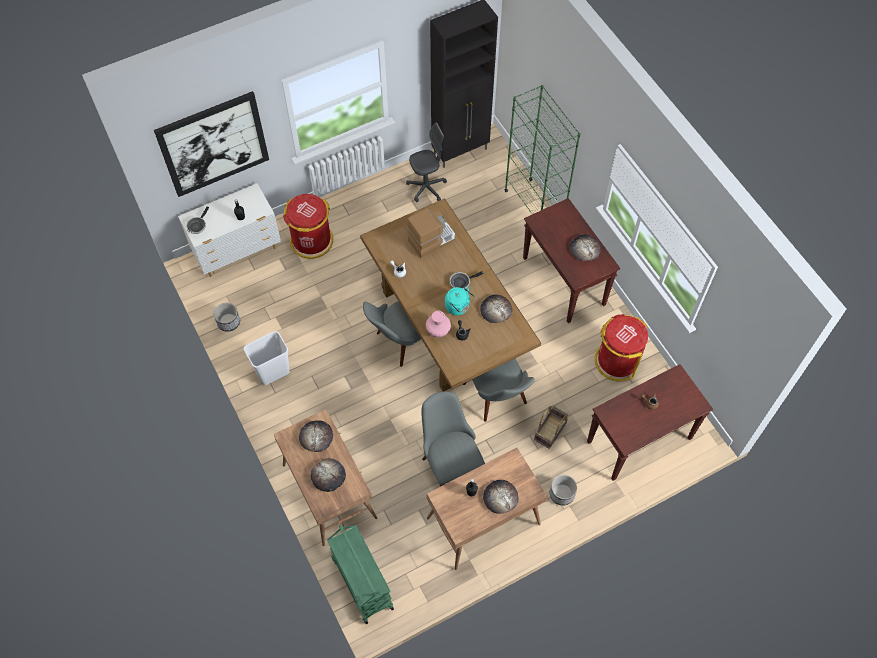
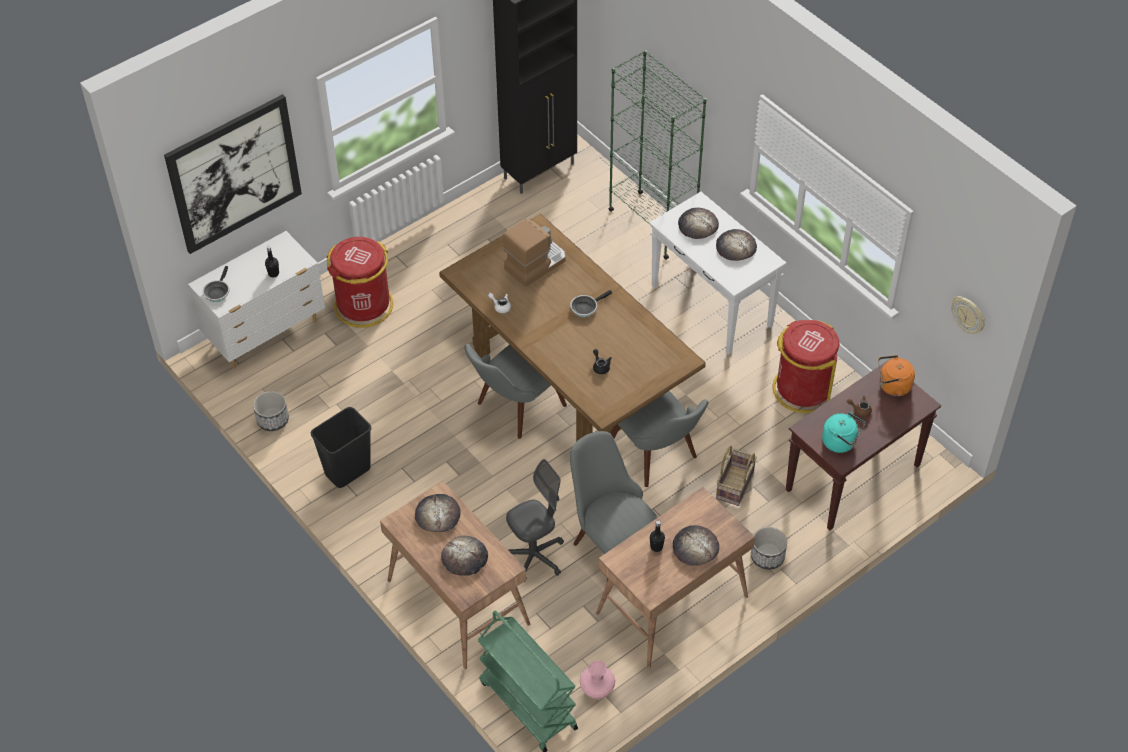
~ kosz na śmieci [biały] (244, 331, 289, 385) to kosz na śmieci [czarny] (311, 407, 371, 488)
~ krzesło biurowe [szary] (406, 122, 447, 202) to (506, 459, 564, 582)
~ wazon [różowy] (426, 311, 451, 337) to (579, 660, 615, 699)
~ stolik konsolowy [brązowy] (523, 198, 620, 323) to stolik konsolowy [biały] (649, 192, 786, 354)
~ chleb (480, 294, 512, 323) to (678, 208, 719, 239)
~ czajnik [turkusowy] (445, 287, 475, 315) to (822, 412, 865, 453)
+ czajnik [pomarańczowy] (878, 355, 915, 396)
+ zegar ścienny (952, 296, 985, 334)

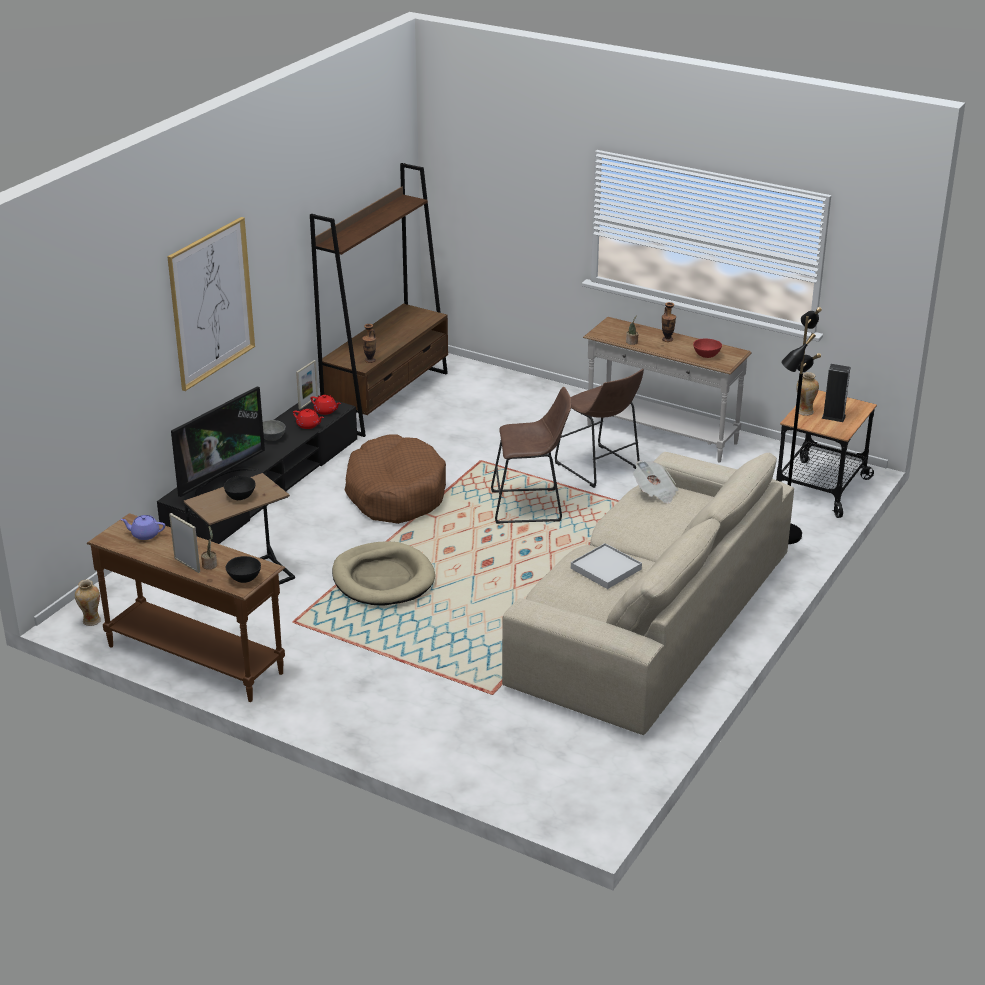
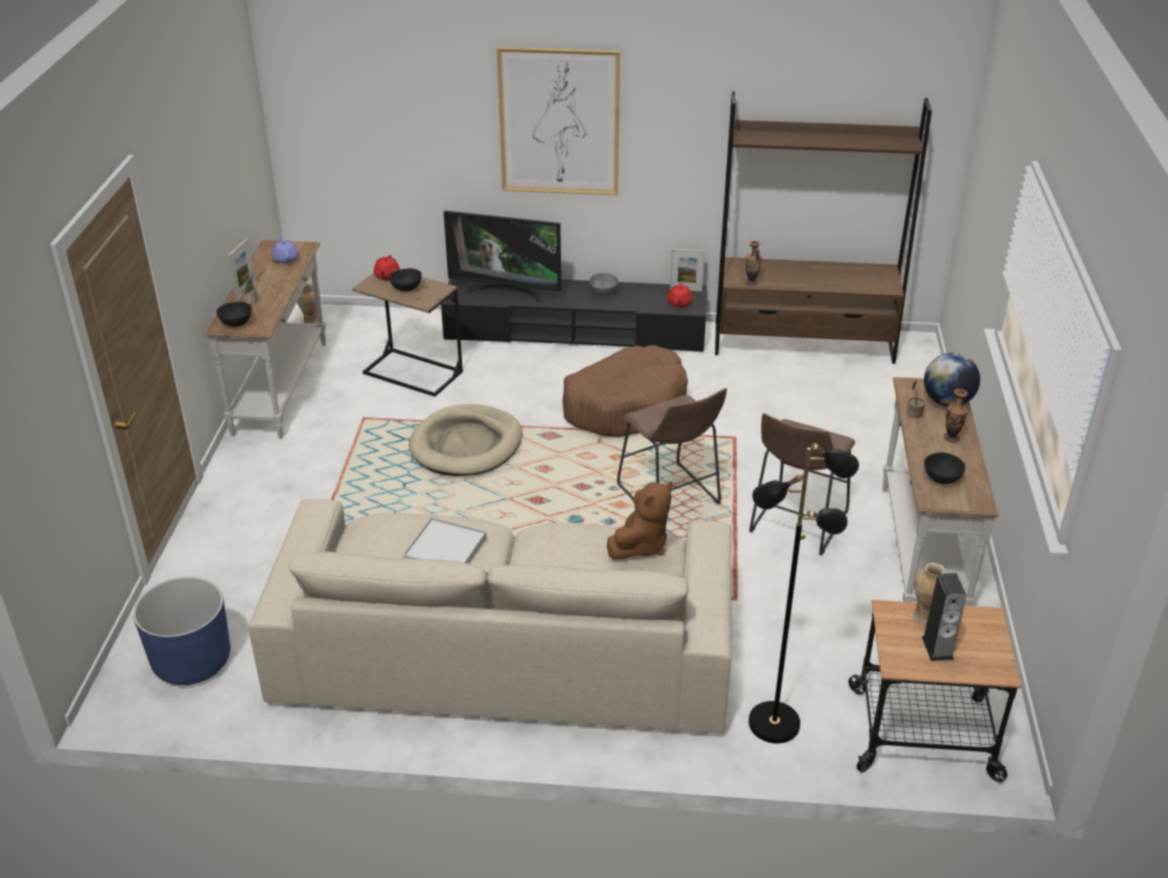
+ donica [niebieski] (133, 576, 230, 685)
~ stolik konsolowy [brązowy] (87, 513, 285, 702) to stolik konsolowy [biały] (205, 240, 326, 439)
~ imbryk [czerwony] (293, 409, 324, 429) to (374, 255, 400, 280)
~ gazeta (633, 461, 679, 504) to pluszak [brązowy] (607, 481, 672, 560)
+ globus (924, 353, 980, 407)
~ miska [czerwony] (693, 339, 722, 358) to miska [czarny] (924, 452, 965, 484)

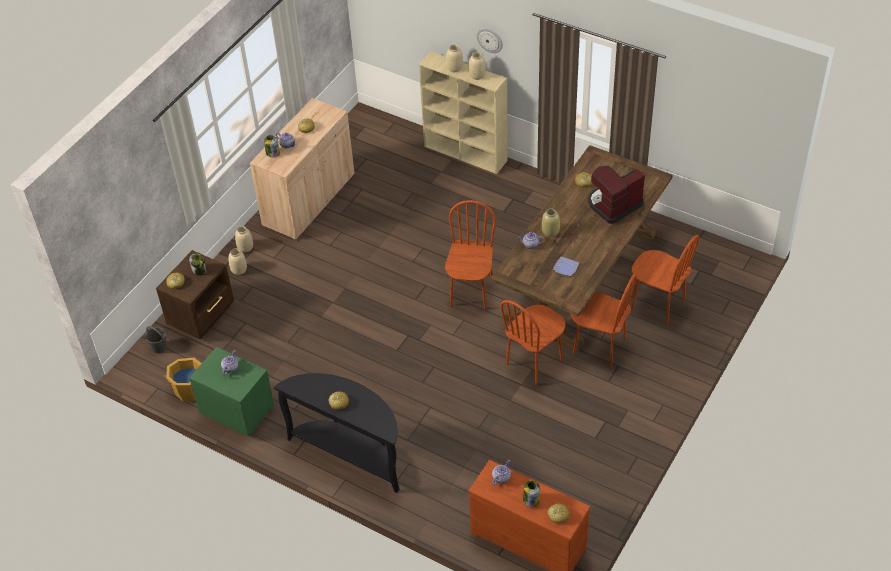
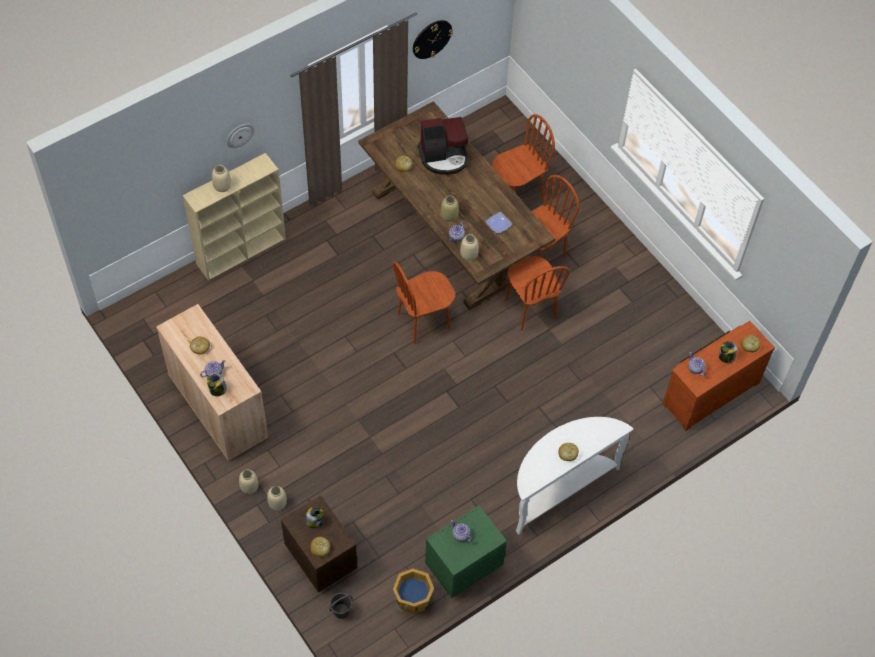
~ krzesło [brązowy] (445, 200, 496, 310) = (393, 261, 455, 344) 60 degrees counterclockwise
+ zegar ścienny (413, 20, 453, 59)
~ ekspres do kawy (588, 166, 645, 224) = (418, 117, 468, 175) 90 degrees counterclockwise
~ wazon [beżowy] (469, 52, 486, 80) to (460, 234, 479, 261)
~ stolik konsolowy [czarny] (274, 373, 399, 493) to stolik konsolowy [biały] (516, 417, 634, 535)

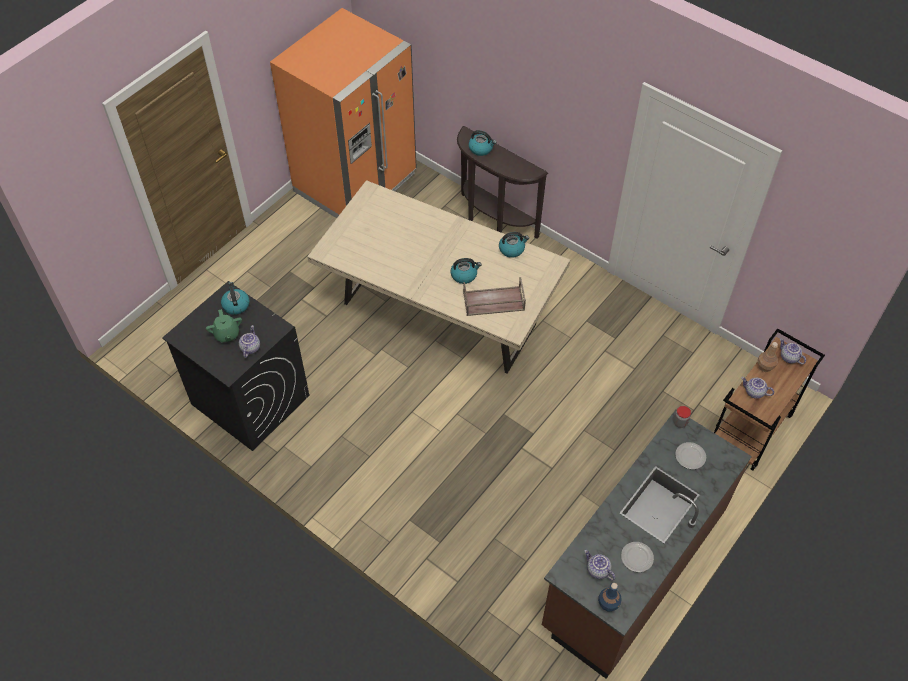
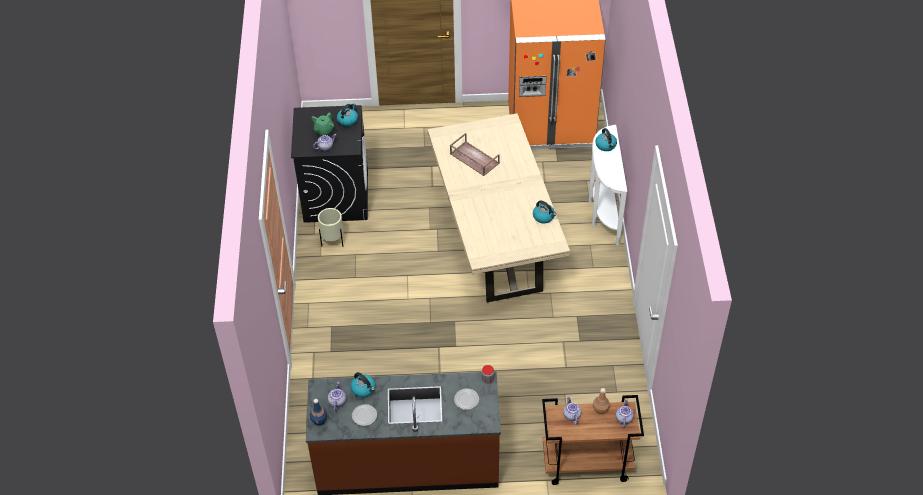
+ donica [beżowy] (318, 208, 344, 247)
~ czajnik (451, 258, 481, 284) to (350, 372, 376, 398)
~ taca [brązowy] (463, 277, 526, 316) to (450, 133, 500, 176)
~ stolik konsolowy [brązowy] (457, 126, 548, 238) to stolik konsolowy [biały] (588, 125, 627, 245)

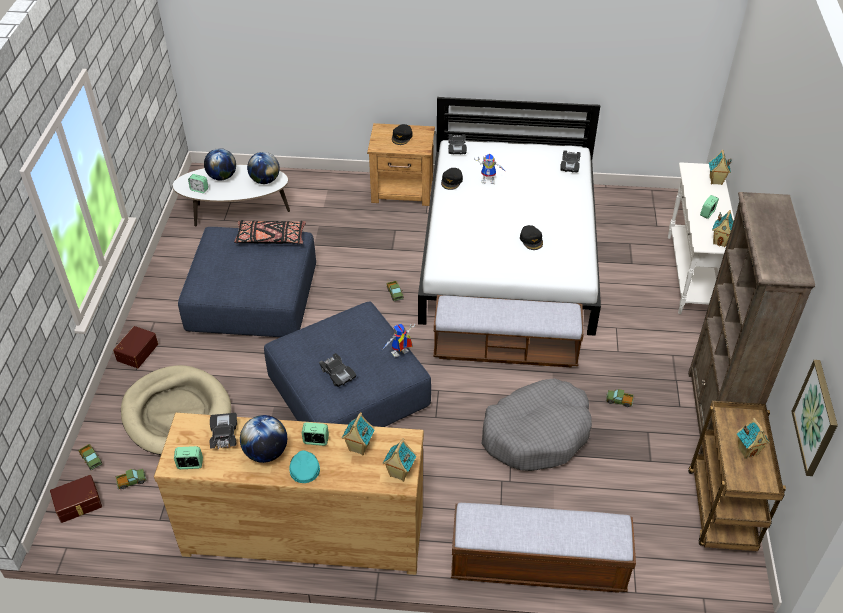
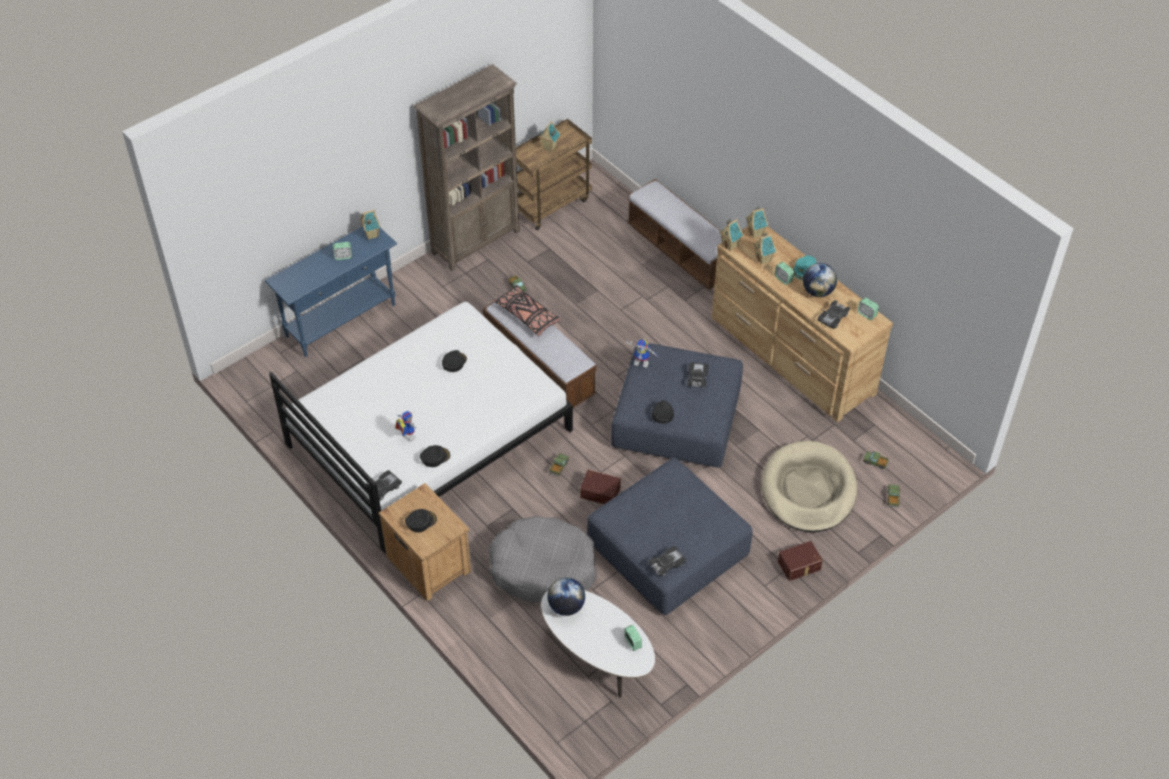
~ stolik konsolowy [biały] (668, 162, 734, 314) to stolik konsolowy [niebieski] (264, 226, 397, 357)
~ legowisko [szary] (482, 378, 592, 471) to (488, 516, 597, 602)
~ poduszka [czarny] (234, 220, 306, 244) to (493, 285, 561, 336)
~ pojemnik do przechowywania [brązowy] (50, 475, 102, 523) to (580, 469, 621, 504)
~ samochodzik [czarny] (560, 150, 581, 173) to (647, 546, 687, 576)
+ czapka z daszkiem [czarny] (652, 400, 674, 424)
~ domek (709, 149, 732, 185) to (719, 218, 744, 251)
- globus (204, 148, 236, 181)
- obraz (791, 360, 838, 476)

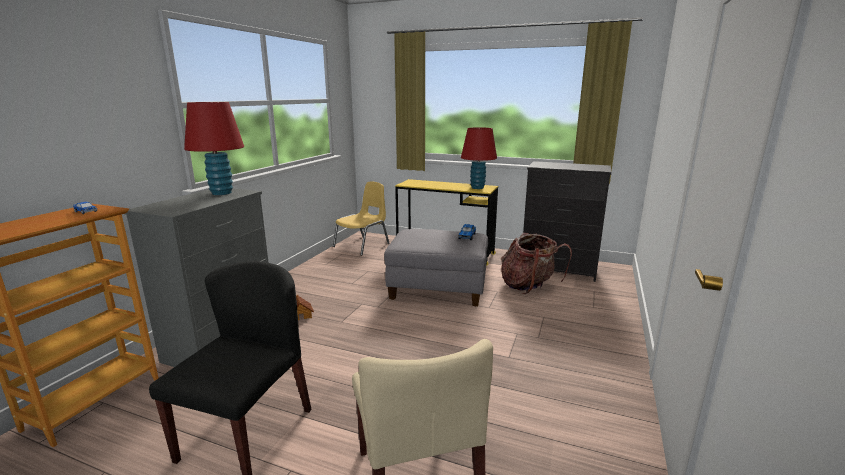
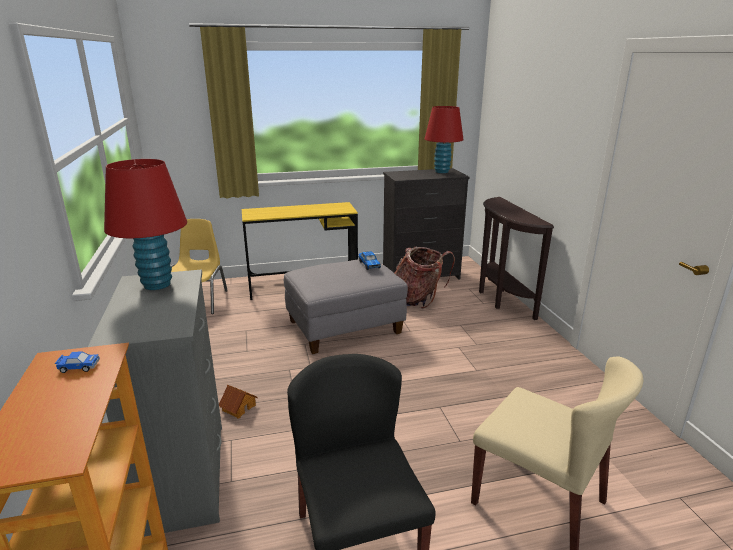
~ lampa stołowa [czerwony] (461, 127, 497, 189) to (425, 106, 464, 173)
+ stolik konsolowy [brązowy] (479, 197, 554, 320)

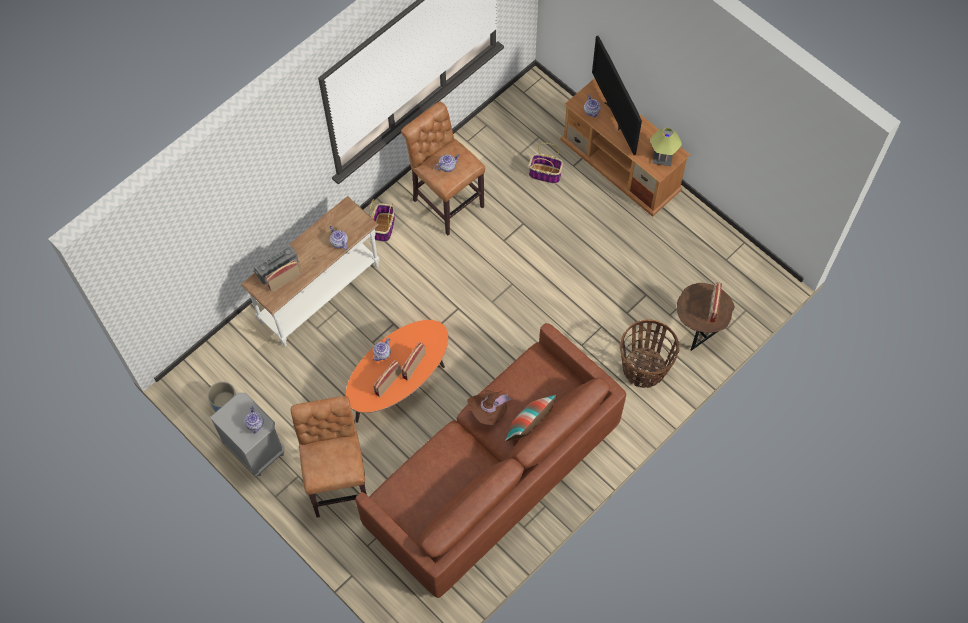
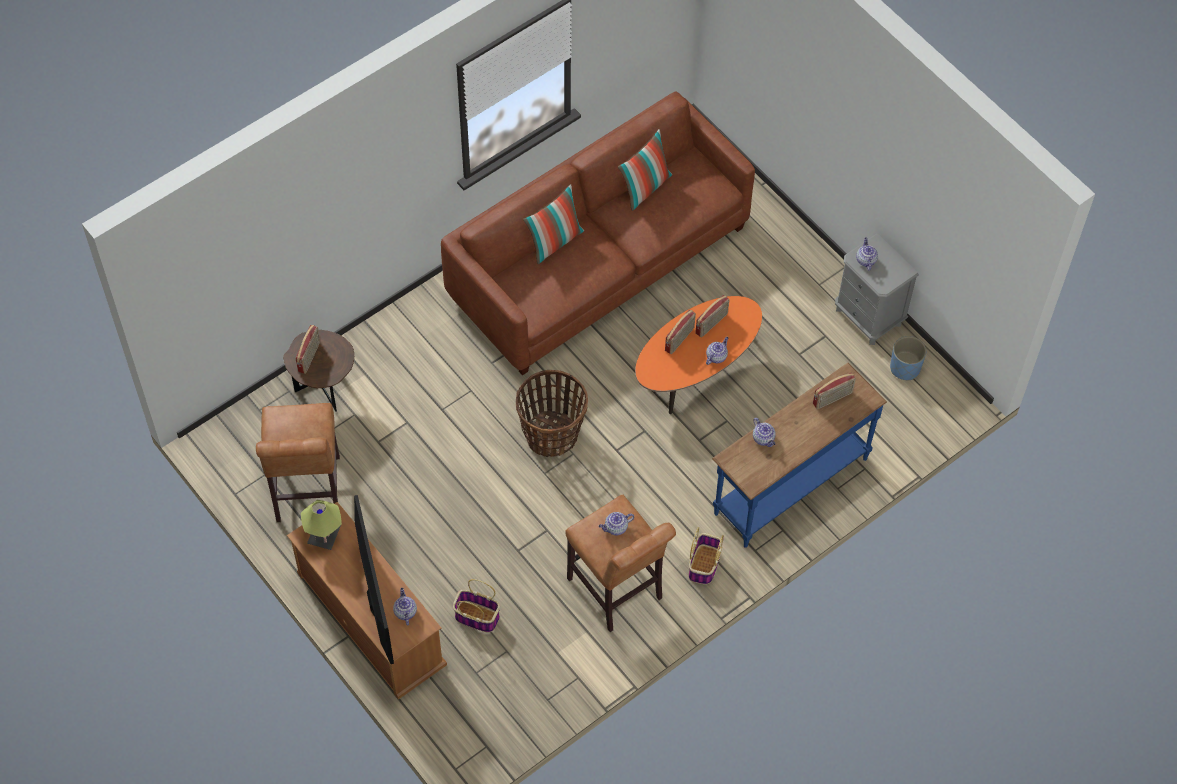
~ stołek [brązowy] (291, 396, 367, 518) to (256, 403, 340, 522)
~ koszyk (620, 319, 679, 388) to (516, 370, 588, 457)
+ poduszka (618, 129, 672, 211)
~ stolik konsolowy [biały] (241, 196, 380, 347) to stolik konsolowy [niebieski] (712, 363, 887, 548)
- radio (253, 245, 299, 284)
- kapelusz [brązowy] (467, 390, 511, 425)

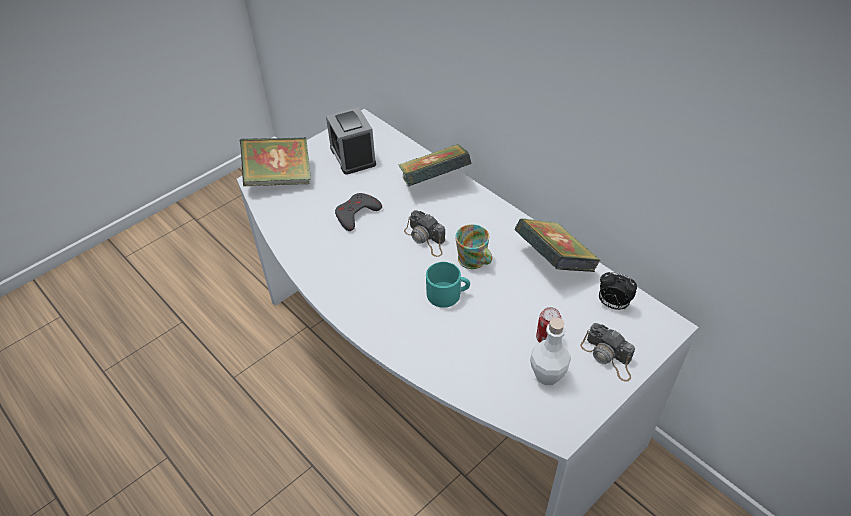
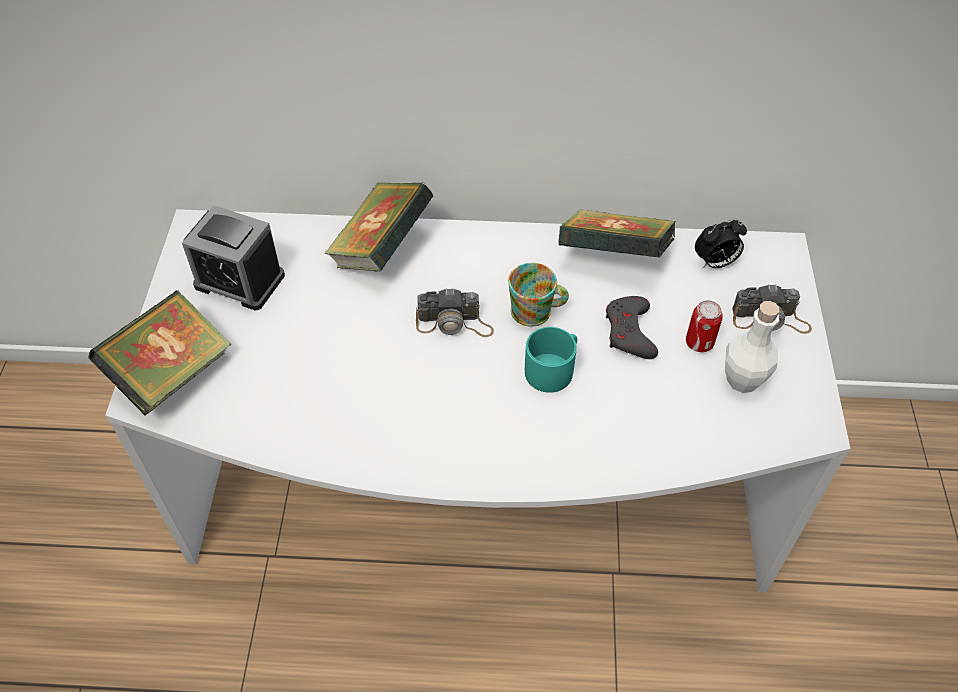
~ pad do gier [szary] (335, 193, 382, 231) to (606, 296, 658, 359)

